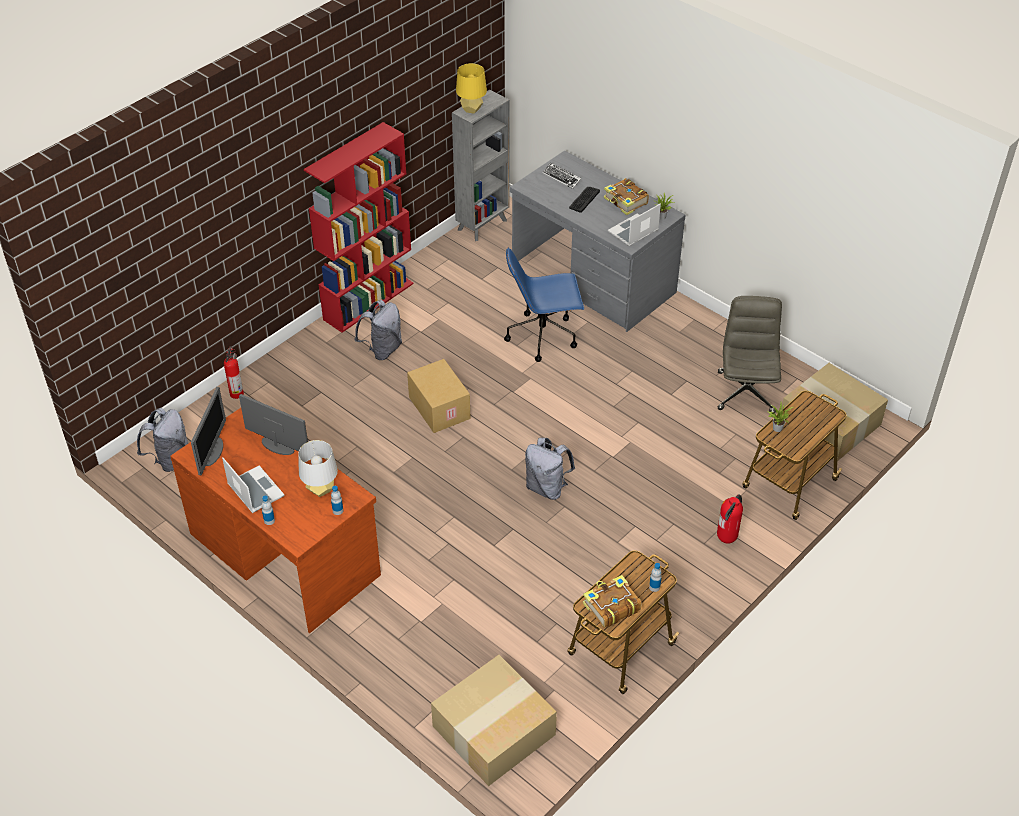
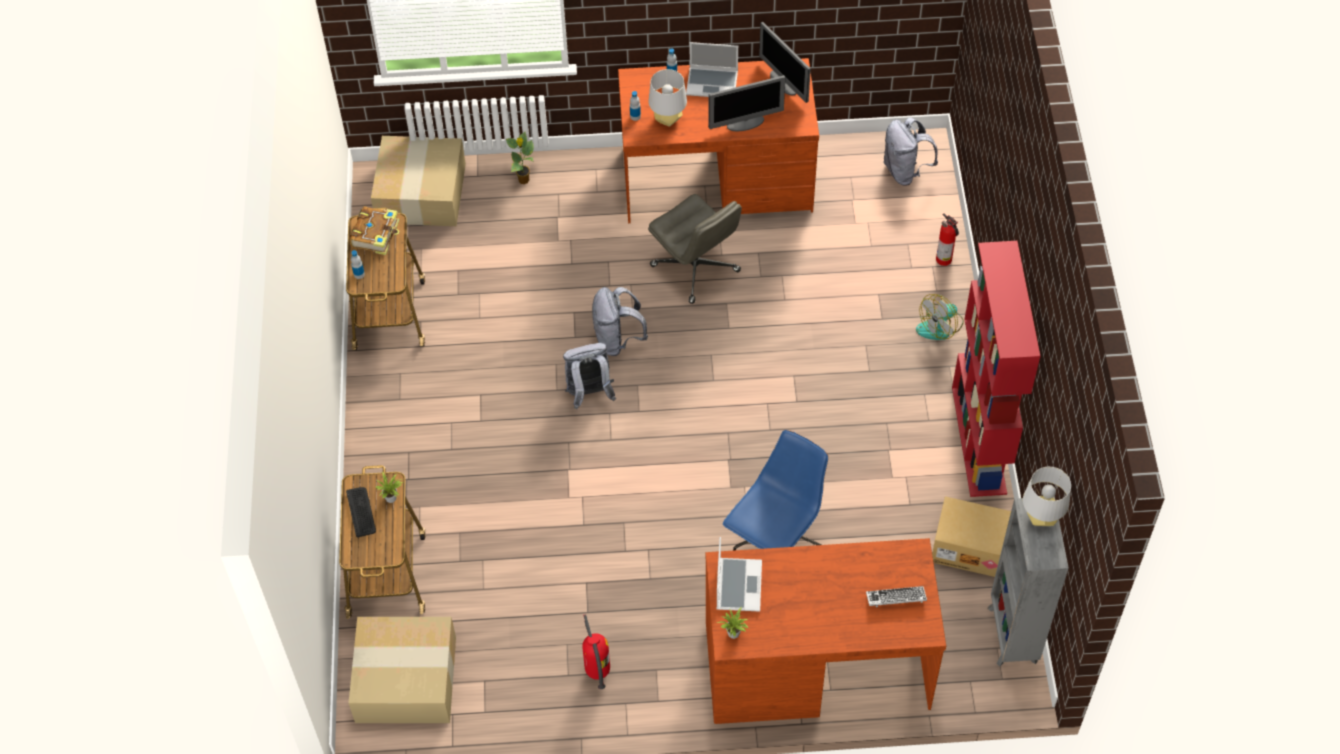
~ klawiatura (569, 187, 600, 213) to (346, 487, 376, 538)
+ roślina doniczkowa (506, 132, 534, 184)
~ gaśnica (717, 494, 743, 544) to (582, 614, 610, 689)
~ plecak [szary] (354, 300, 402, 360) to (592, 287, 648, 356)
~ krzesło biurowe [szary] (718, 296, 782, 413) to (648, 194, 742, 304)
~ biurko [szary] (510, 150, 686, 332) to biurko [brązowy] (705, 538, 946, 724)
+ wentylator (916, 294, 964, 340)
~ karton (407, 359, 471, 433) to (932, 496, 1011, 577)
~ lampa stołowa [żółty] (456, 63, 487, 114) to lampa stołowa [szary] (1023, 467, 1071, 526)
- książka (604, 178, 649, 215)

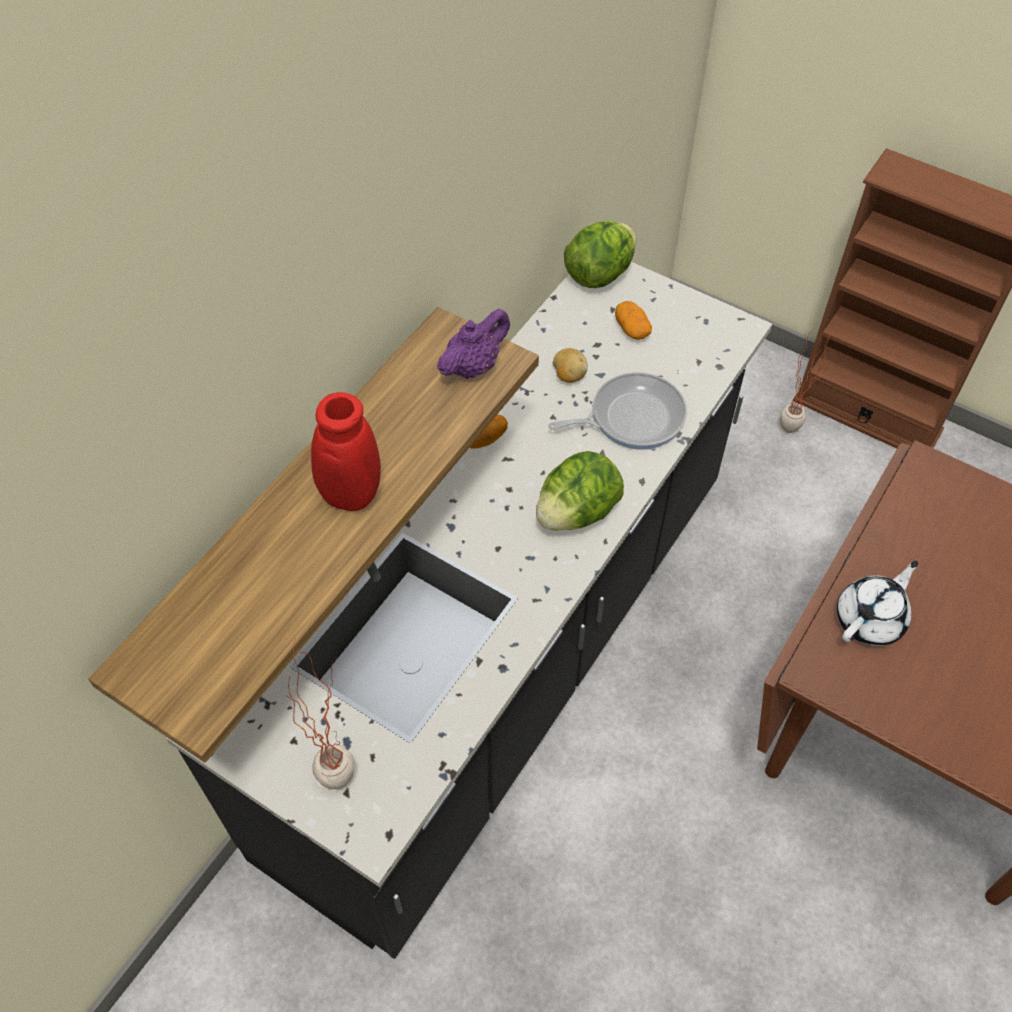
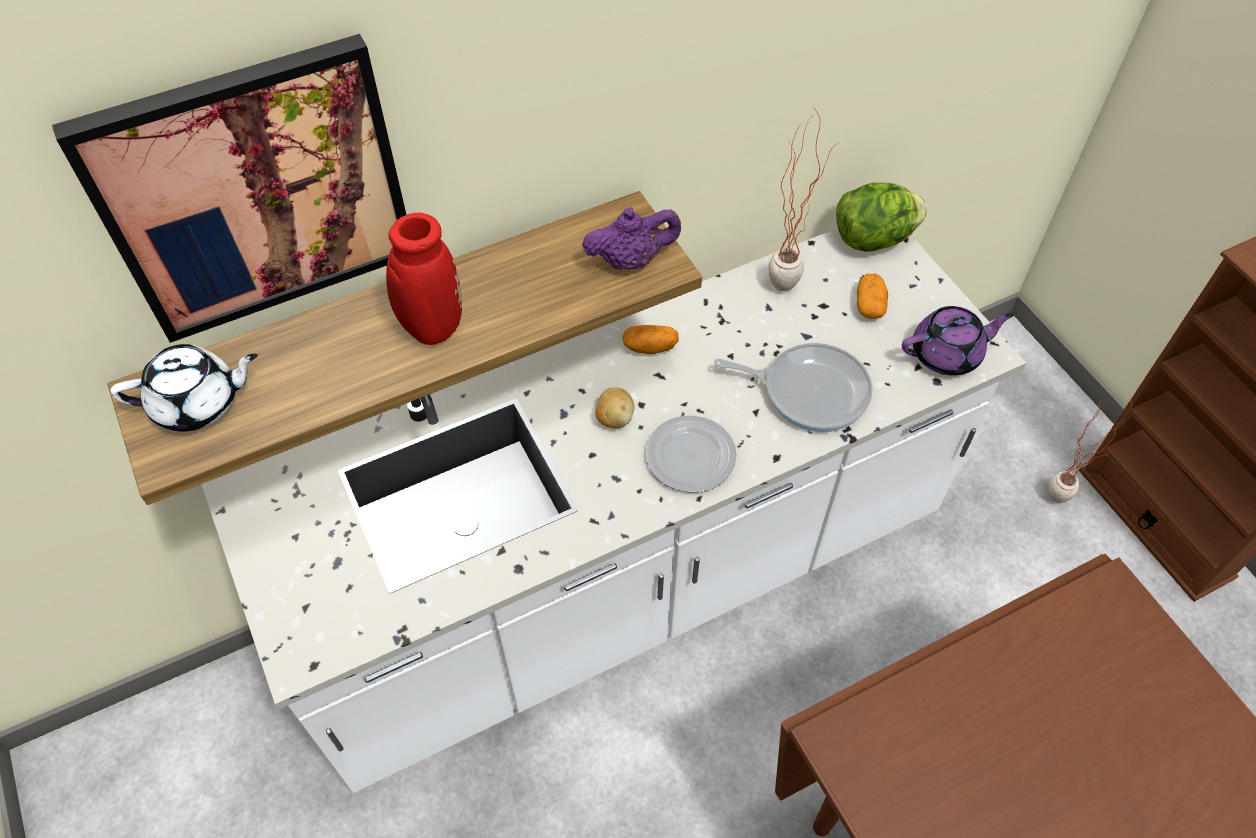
+ obraz (52, 34, 406, 343)
~ imbryk [biały] (837, 561, 918, 646) to (110, 344, 258, 432)
~ zabudowa kuchenna [czarny] (166, 262, 772, 959) to zabudowa kuchenna [biały] (201, 228, 1026, 793)
~ ziemniak (553, 348, 588, 383) to (595, 387, 634, 428)
~ sałata (536, 451, 624, 531) to talerz (645, 416, 737, 493)
~ roślina doniczkowa (284, 639, 354, 789) to (768, 107, 838, 291)
+ imbryk [fioletowy] (902, 306, 1014, 376)

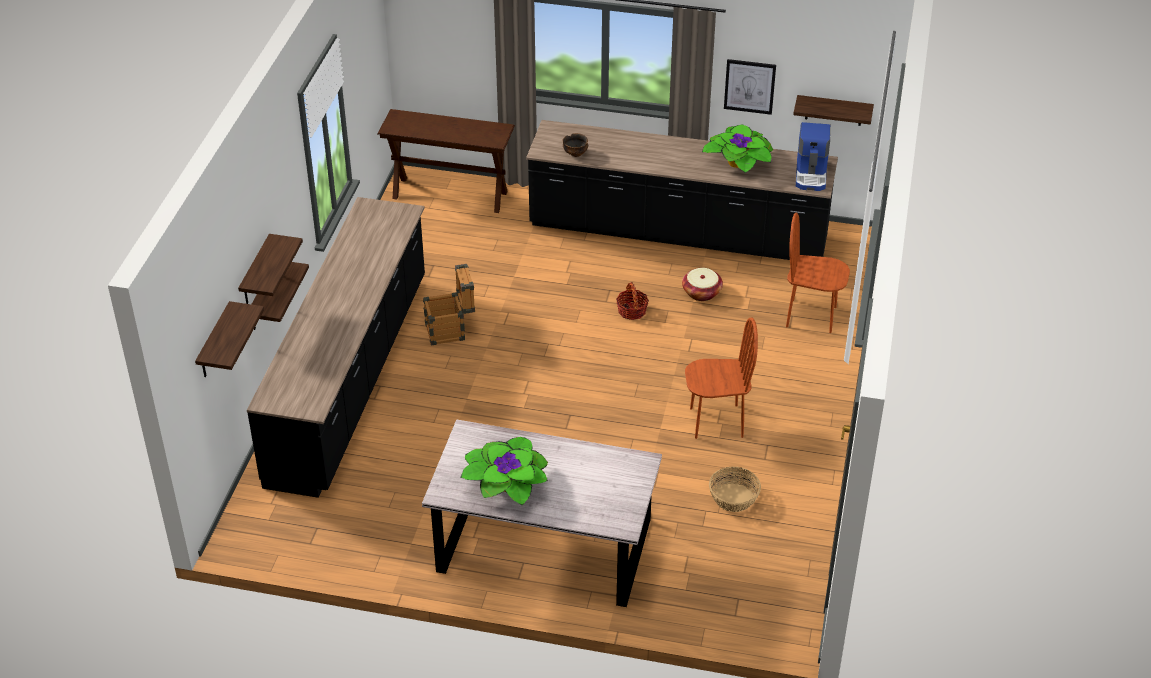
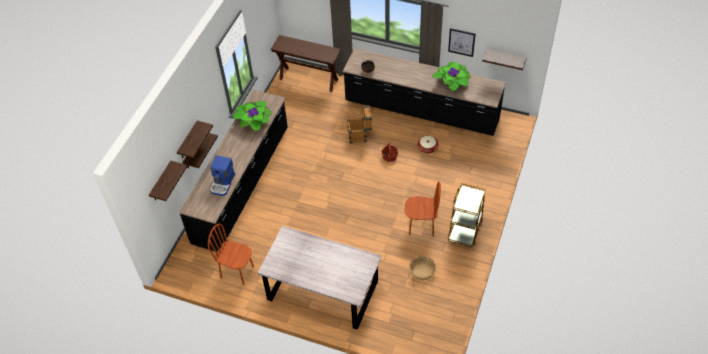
~ krzesło [brązowy] (786, 212, 850, 333) to (208, 224, 254, 285)
~ ekspres do kawy (796, 122, 831, 191) to (210, 155, 235, 196)
~ roślina doniczkowa (460, 437, 548, 506) to (232, 101, 272, 132)
~ skrzynka (423, 264, 475, 345) to (347, 105, 372, 144)
+ wózek [brązowy] (448, 183, 486, 247)

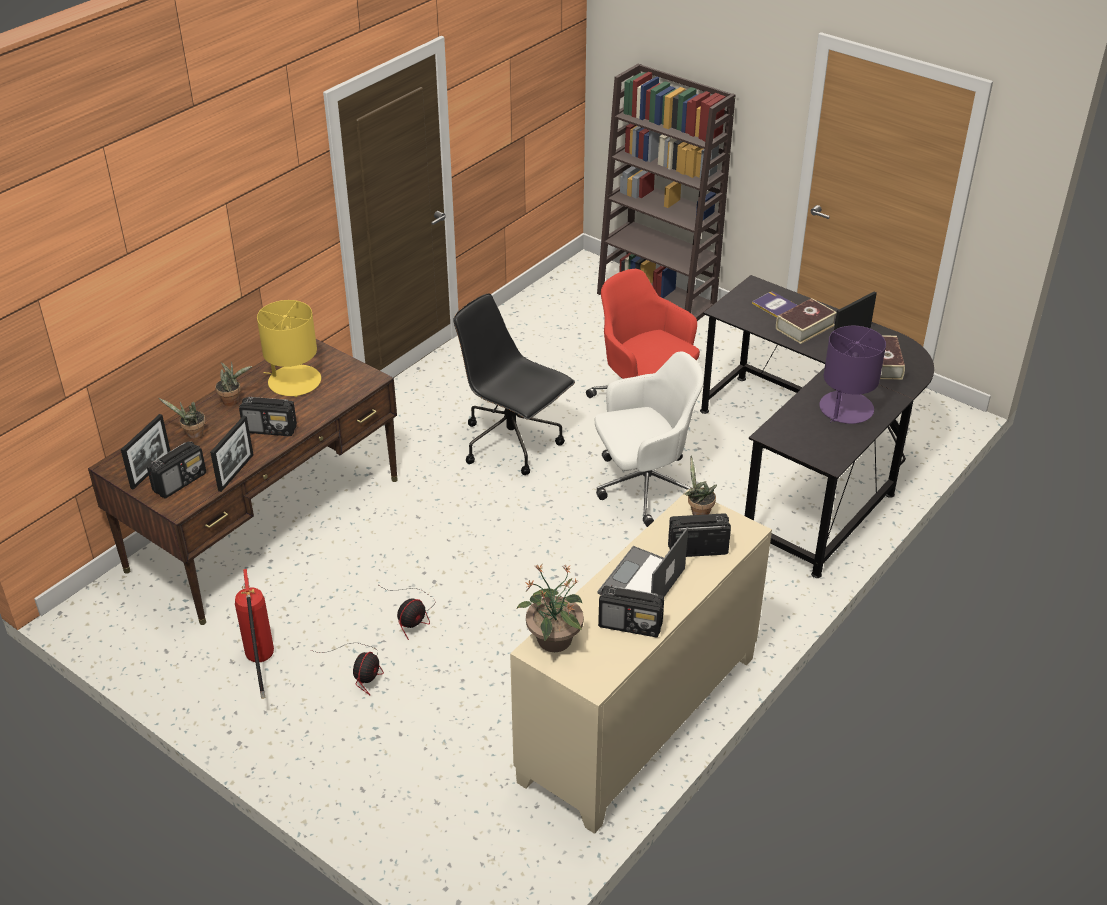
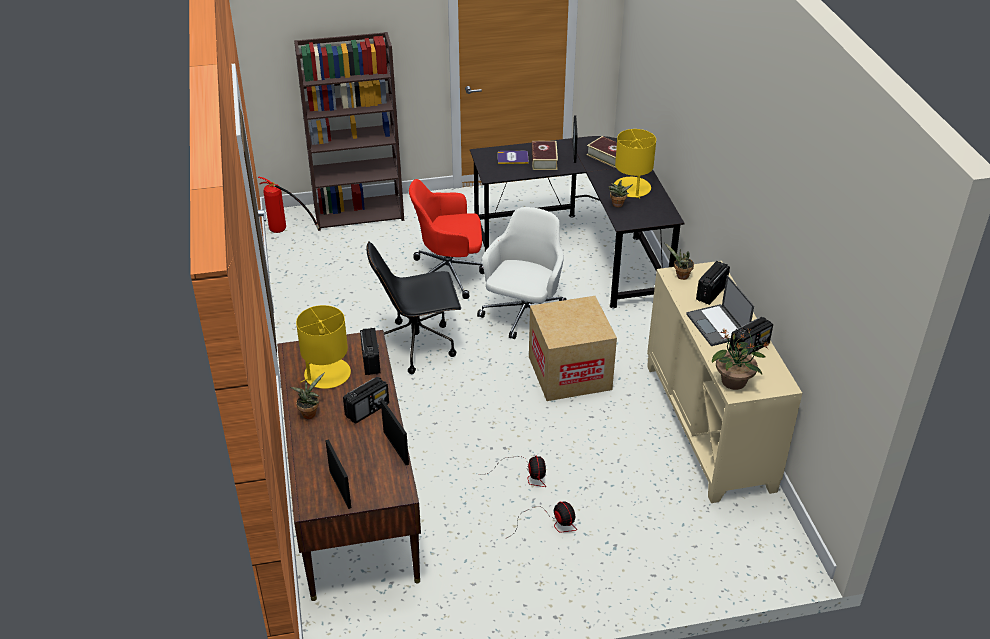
~ gaśnica (235, 569, 274, 699) to (258, 177, 319, 233)
~ radio (147, 441, 206, 499) to (360, 328, 380, 375)
+ karton (529, 296, 617, 401)
~ roślina doniczkowa (159, 398, 206, 439) to (608, 180, 633, 208)
~ lampa stołowa [fioletowy] (819, 326, 886, 424) to lampa stołowa [żółty] (614, 129, 656, 199)

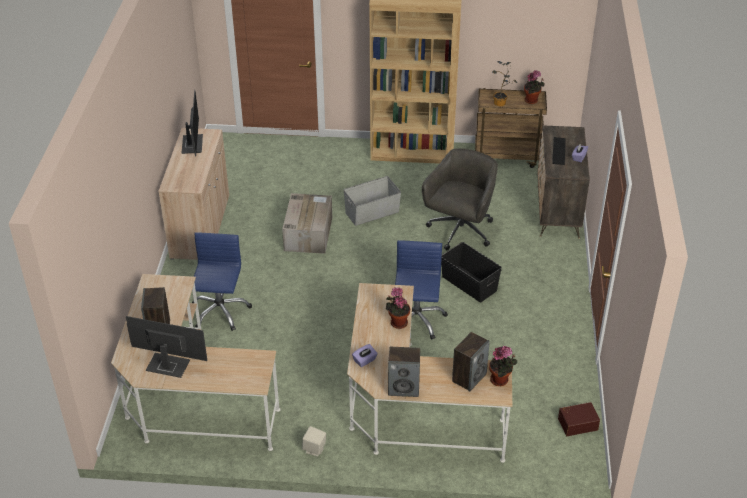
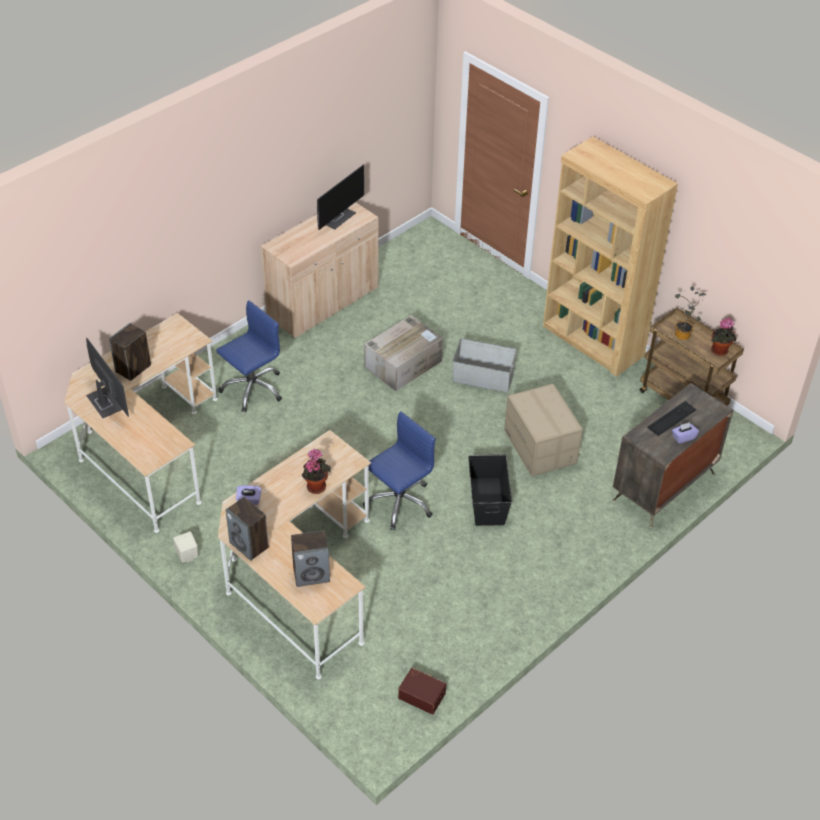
~ krzesło biurowe [szary] (422, 148, 498, 250) to karton (504, 384, 583, 476)
- roślina doniczkowa (489, 346, 517, 386)

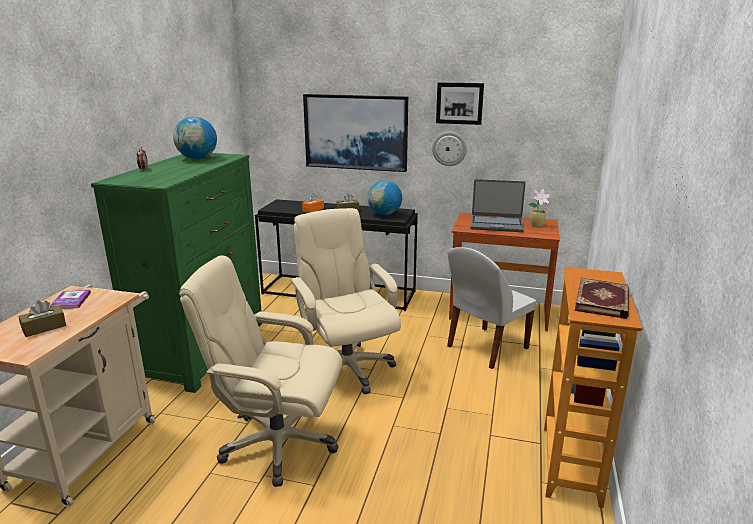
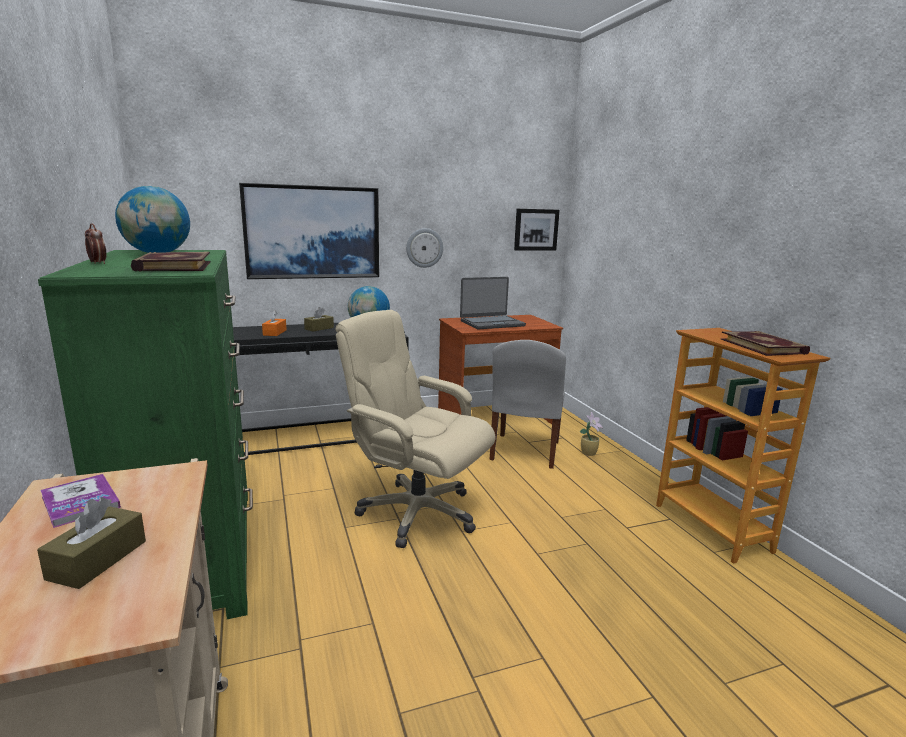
+ książka (131, 252, 210, 272)
~ obraz (436, 82, 484, 125) to (514, 209, 560, 251)
~ roślina doniczkowa (529, 189, 550, 227) to (580, 412, 603, 456)
- krzesło biurowe [beżowy] (179, 255, 342, 487)

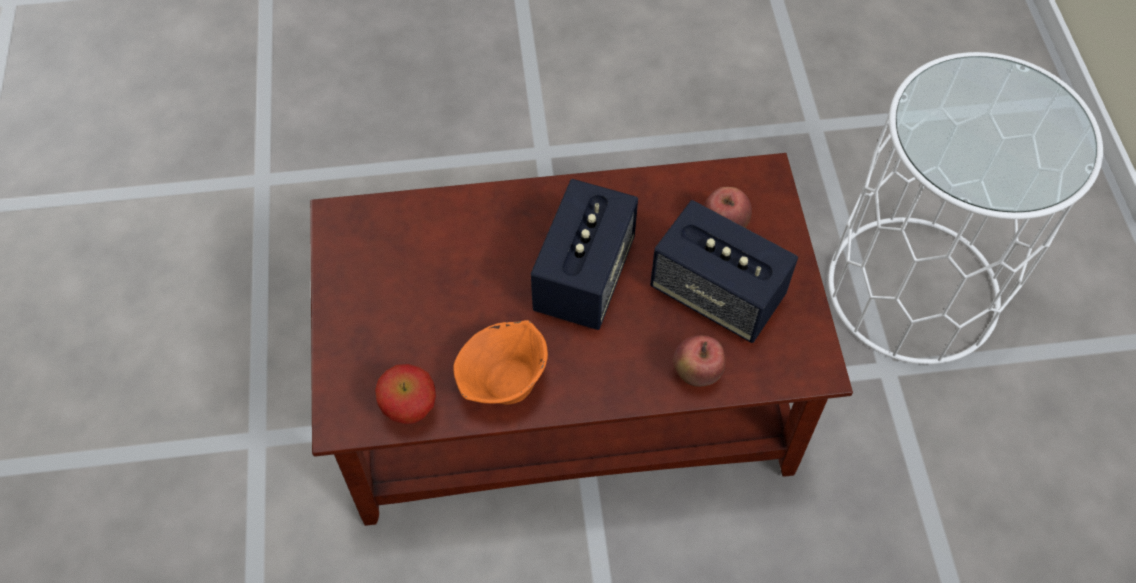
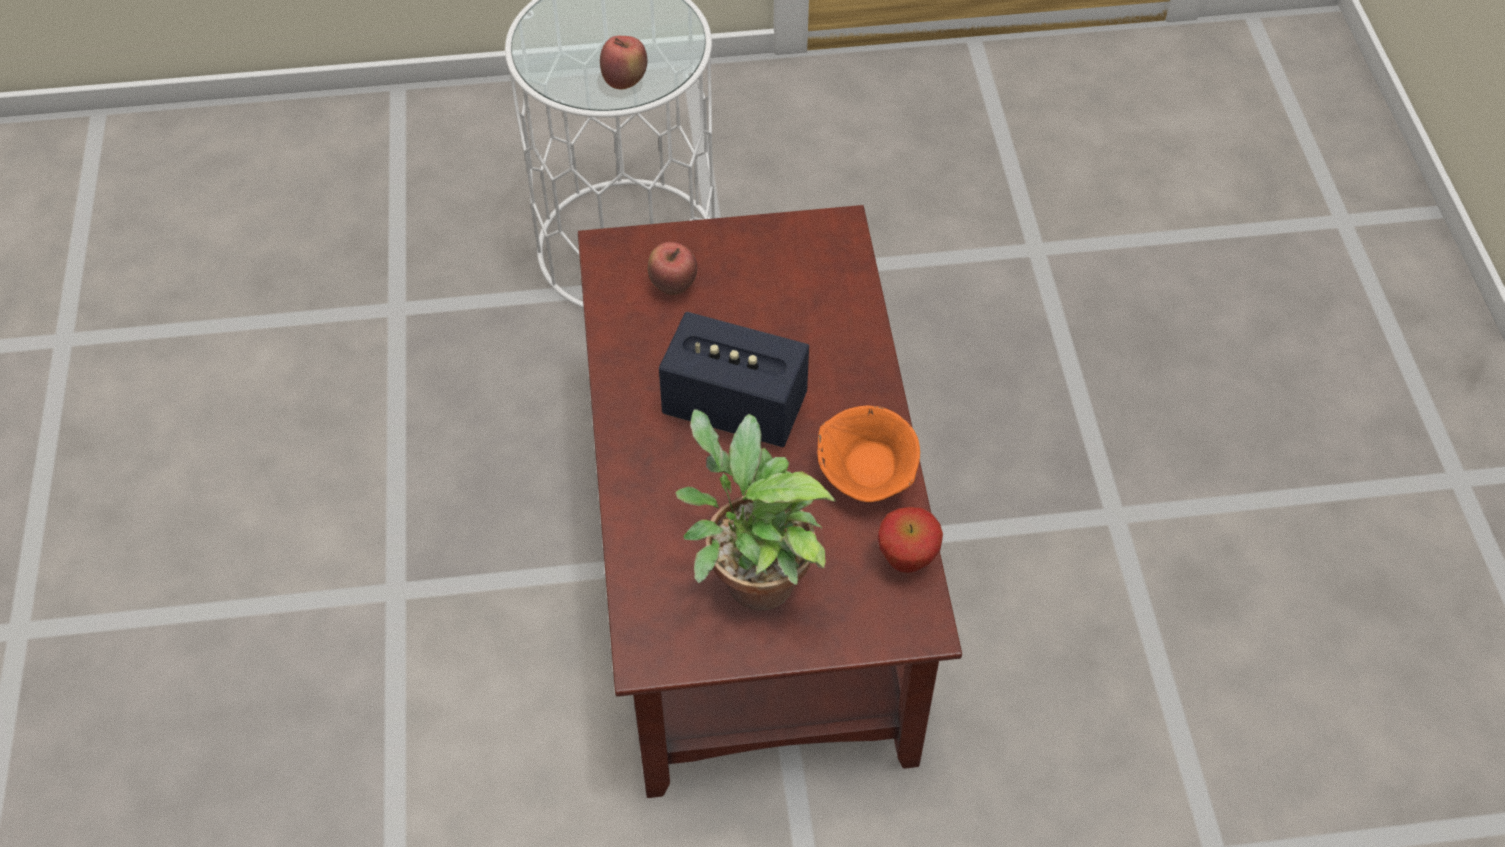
~ jabłko (673, 335, 726, 387) to (600, 36, 647, 89)
+ roślina doniczkowa (675, 409, 836, 610)
- głośnik (650, 200, 798, 343)

